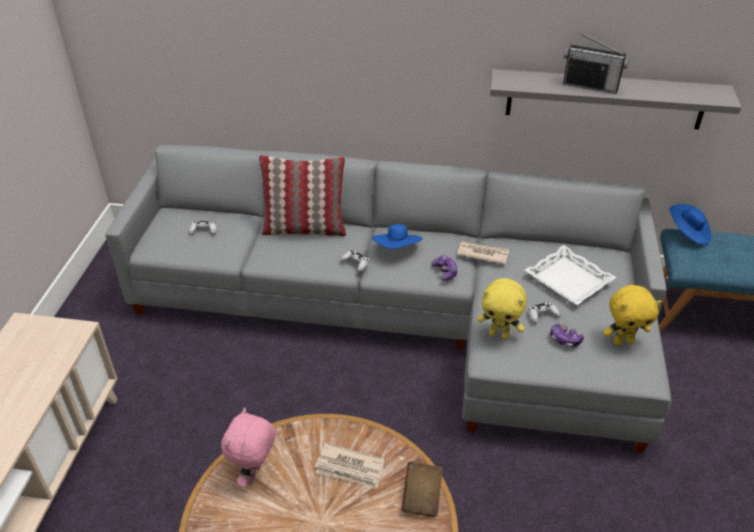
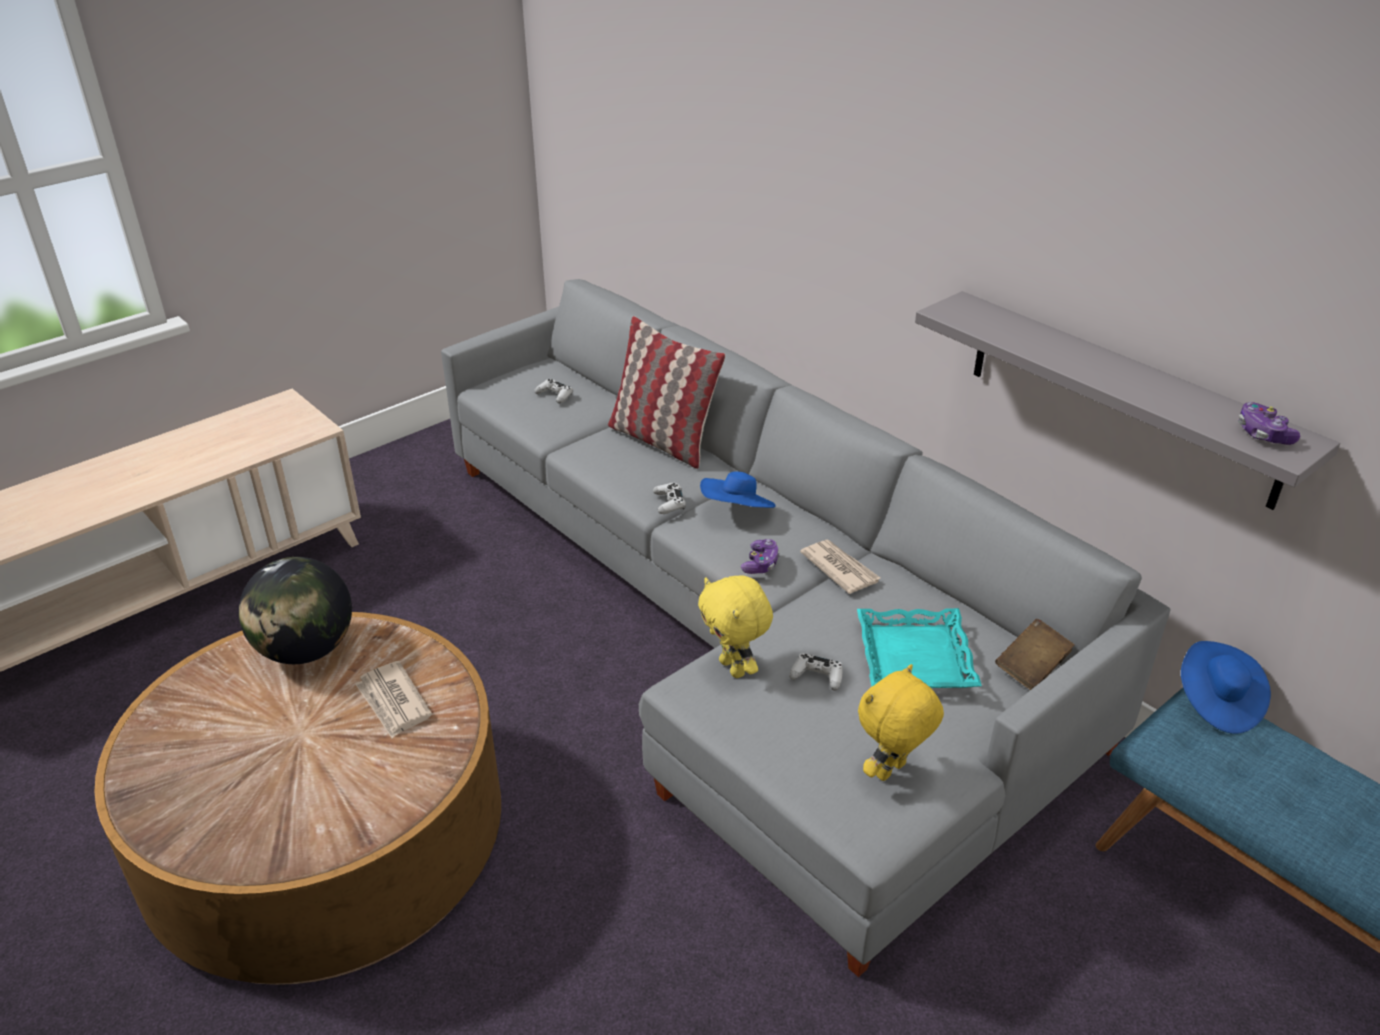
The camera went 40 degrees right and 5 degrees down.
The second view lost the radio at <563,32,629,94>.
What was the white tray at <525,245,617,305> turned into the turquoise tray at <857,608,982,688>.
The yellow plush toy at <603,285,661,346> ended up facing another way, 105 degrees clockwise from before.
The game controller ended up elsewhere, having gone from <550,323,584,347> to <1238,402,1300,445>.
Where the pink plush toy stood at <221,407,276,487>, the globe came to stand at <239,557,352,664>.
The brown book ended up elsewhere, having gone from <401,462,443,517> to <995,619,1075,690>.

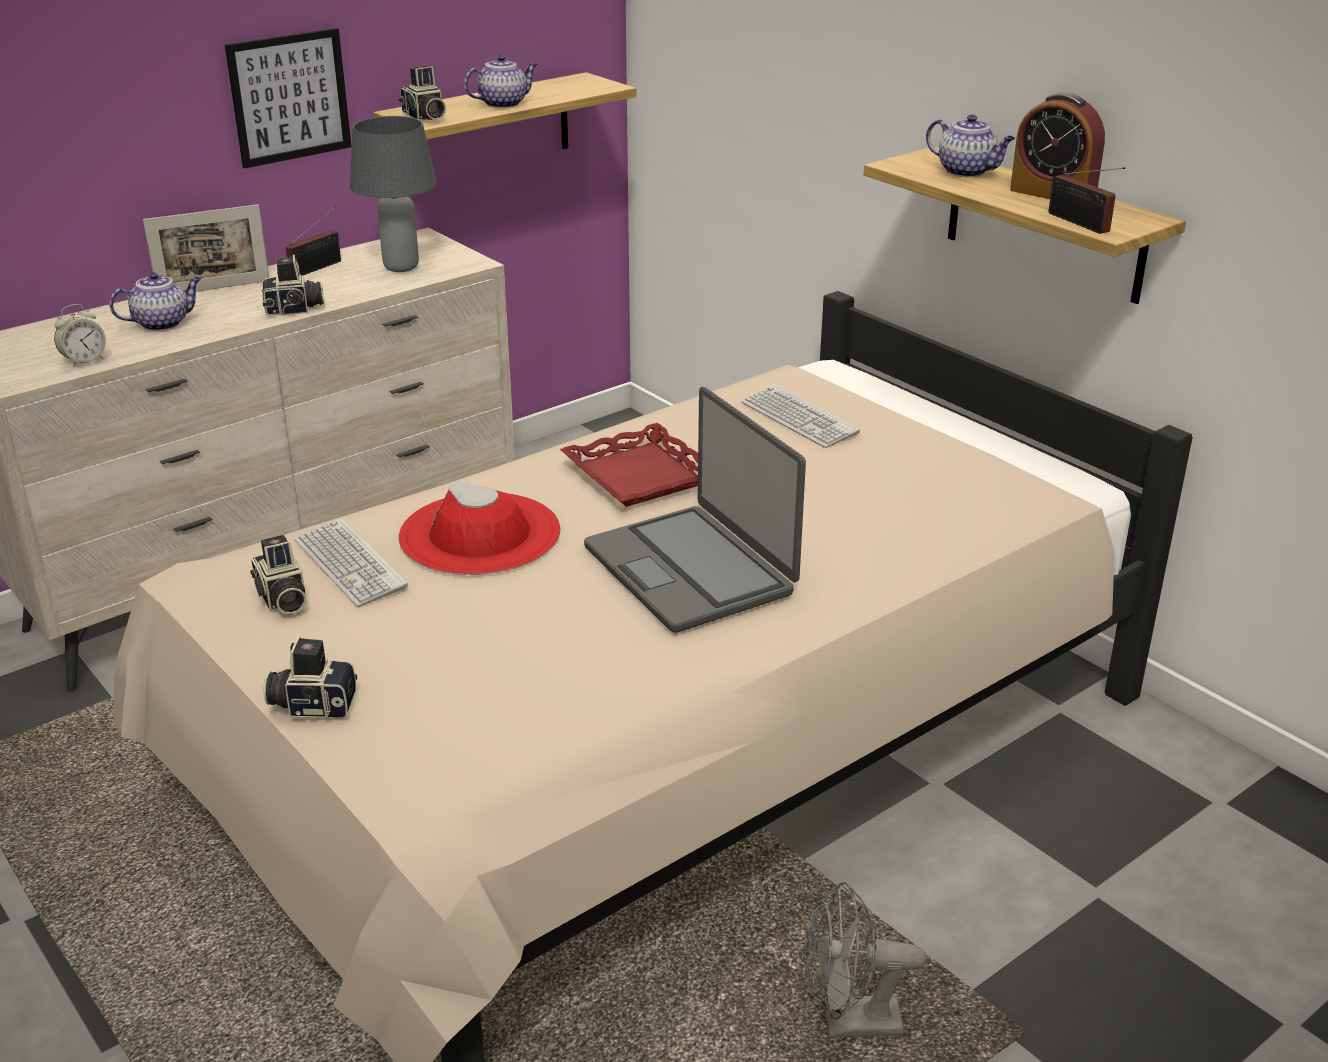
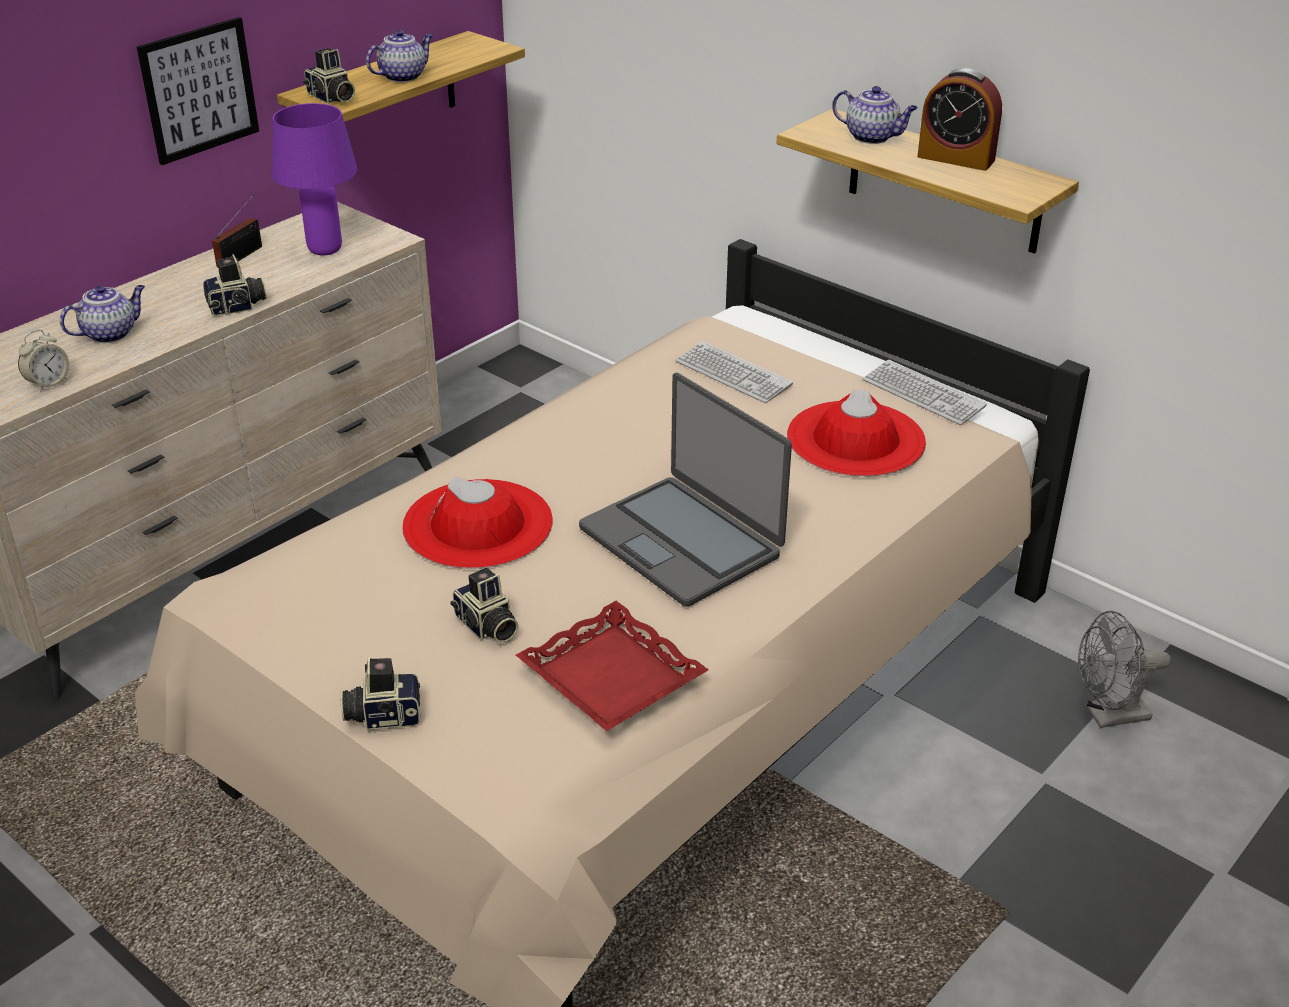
The camera went 10 degrees left and 5 degrees up.
What was the grey table lamp at <350,116,437,272> turned into the purple table lamp at <272,103,358,255>.
The second view lost the radio at <1048,167,1125,234>.
The second view lost the picture frame at <143,204,269,292>.
The red tray ended up elsewhere, having gone from <560,423,698,507> to <516,601,709,731>.
The keyboard ended up elsewhere, having gone from <294,519,408,607> to <863,360,987,425>.
The photo camera ended up elsewhere, having gone from <250,535,306,615> to <450,568,518,643>.
The grey fan ended up elsewhere, having gone from <804,882,926,1038> to <1078,611,1171,728>.
The second view gained the red hat at <787,390,926,477>.

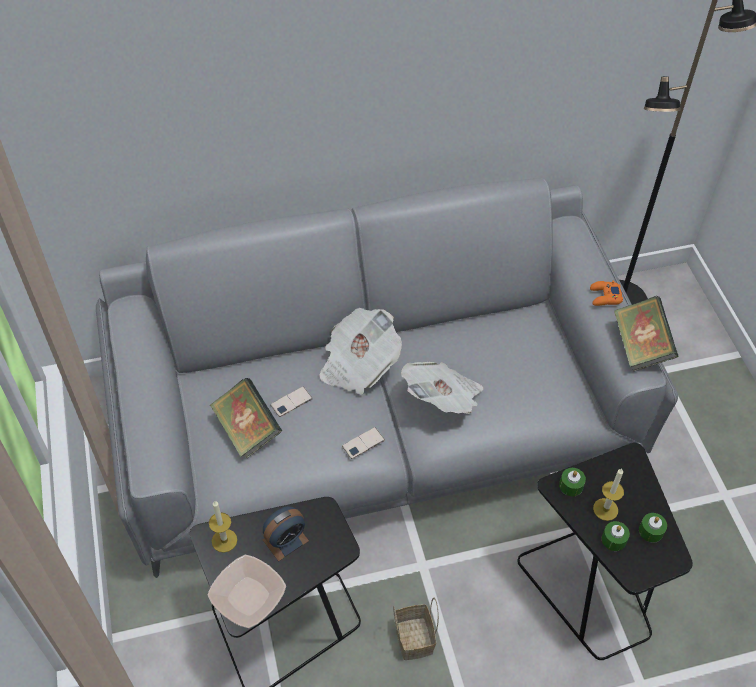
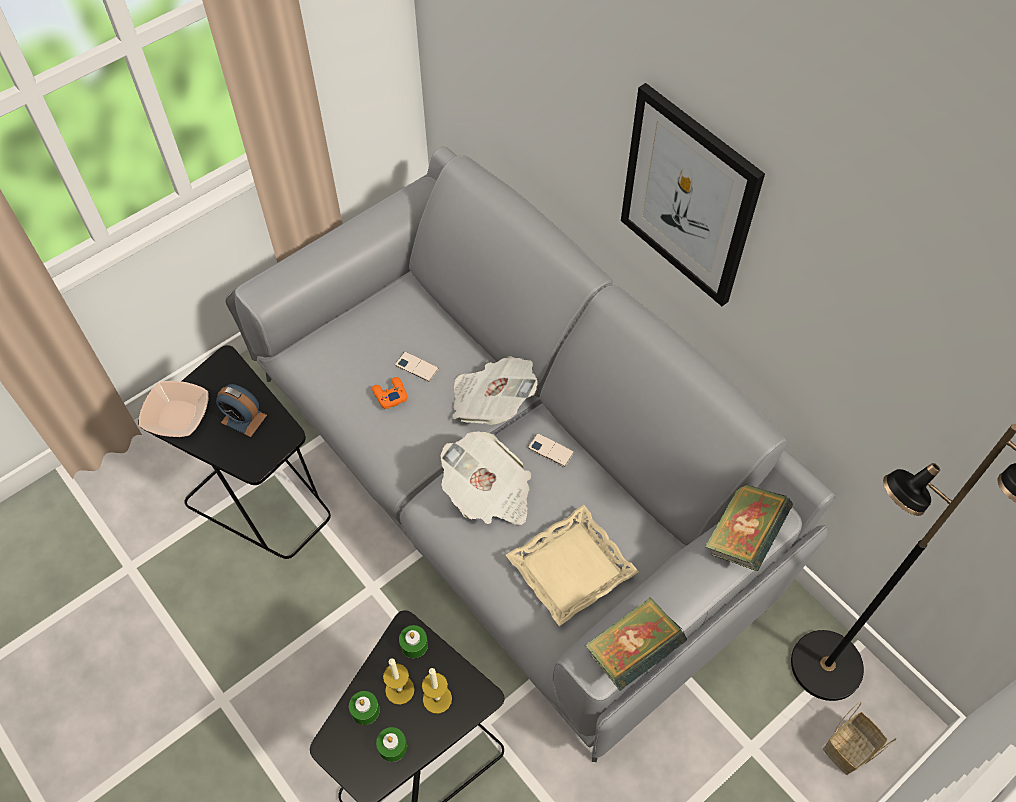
The camera went 65 degrees right and 5 degrees up.
The orange game controller ended up elsewhere, having gone from <590,281,623,306> to <372,377,408,409>.
The book ended up elsewhere, having gone from <210,378,282,458> to <705,485,793,571>.
The phone ended up elsewhere, having gone from <342,427,385,459> to <528,433,574,467>.
The candle ended up elsewhere, having gone from <209,501,237,553> to <422,668,452,714>.
The basket ended up elsewhere, having gone from <393,598,439,660> to <823,702,896,775>.
The second view gained the picture at <621,83,765,306>.
The second view gained the beige tray at <506,505,639,626>.

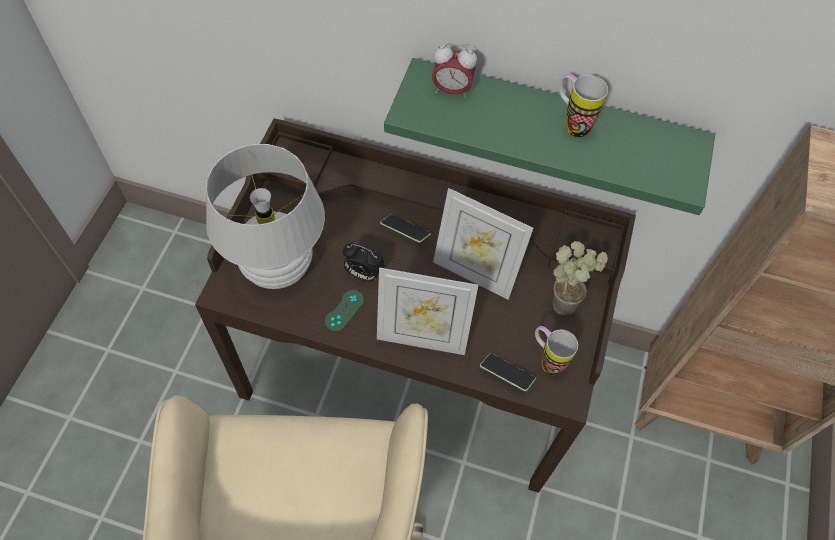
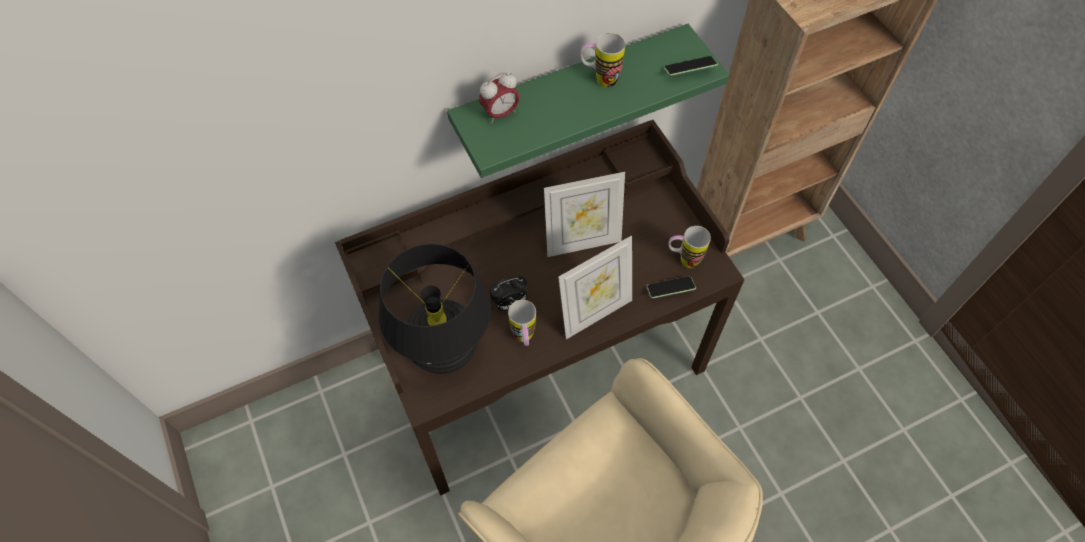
The camera went 40 degrees left and 0 degrees up.
What was the white table lamp at <206,144,325,289> turned into the black table lamp at <379,243,491,374>.
The phone ended up elsewhere, having gone from <380,214,431,242> to <664,56,718,76>.
The second view lost the potted plant at <553,241,608,315>.
Where the green game controller stood at <325,290,364,331>, the mug came to stand at <508,300,536,346>.

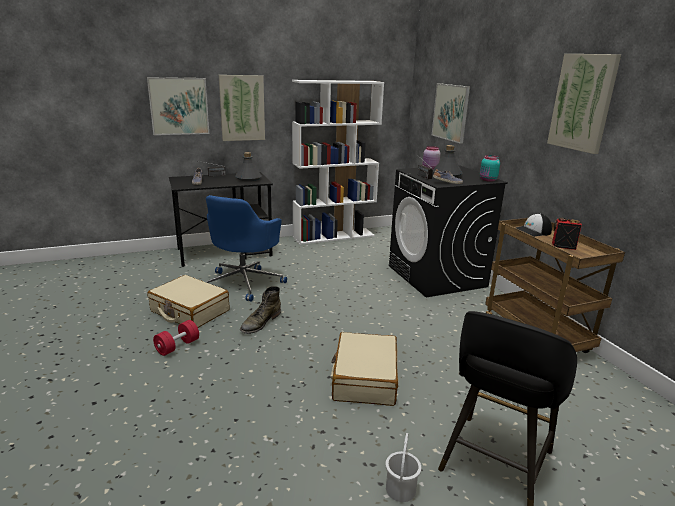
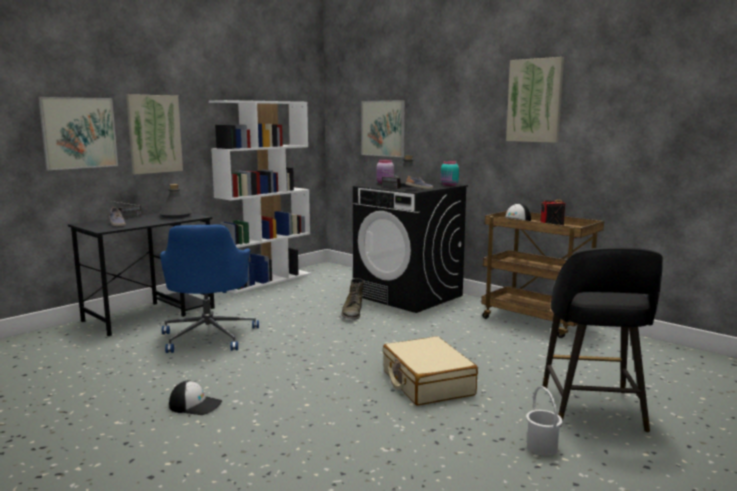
The camera went 25 degrees left and 10 degrees down.
The second view lost the beige suitcase at <147,275,229,328>.
The green boot ended up elsewhere, having gone from <240,286,281,334> to <341,278,364,320>.
Where the red dumbbell stood at <153,320,199,356>, the cap came to stand at <169,380,222,415>.

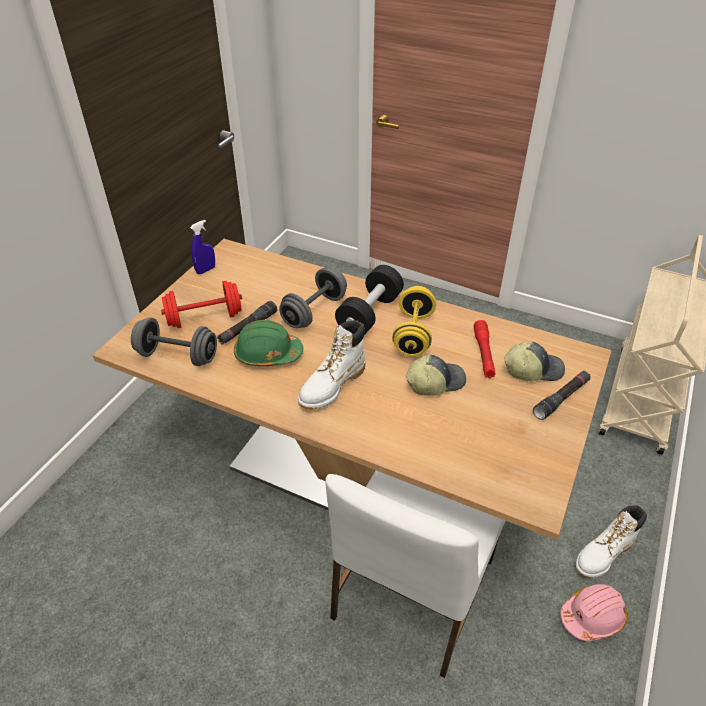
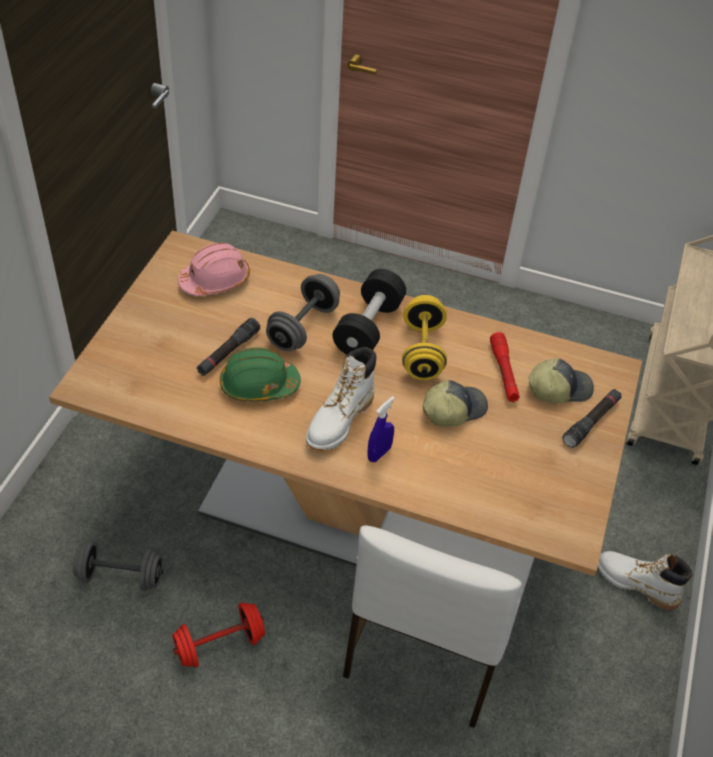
The camera went 10 degrees left and 5 degrees up.
The blue spray bottle ended up elsewhere, having gone from <190,220,215,274> to <367,396,395,462>.
The red dumbbell ended up elsewhere, having gone from <161,281,242,328> to <172,602,265,668>.
The grey dumbbell ended up elsewhere, having gone from <131,317,217,366> to <73,541,163,591>.
The white boot at <575,506,647,578> ended up facing another way, 75 degrees clockwise from before.
The pink hard hat ended up elsewhere, having gone from <560,584,628,641> to <178,243,250,296>.

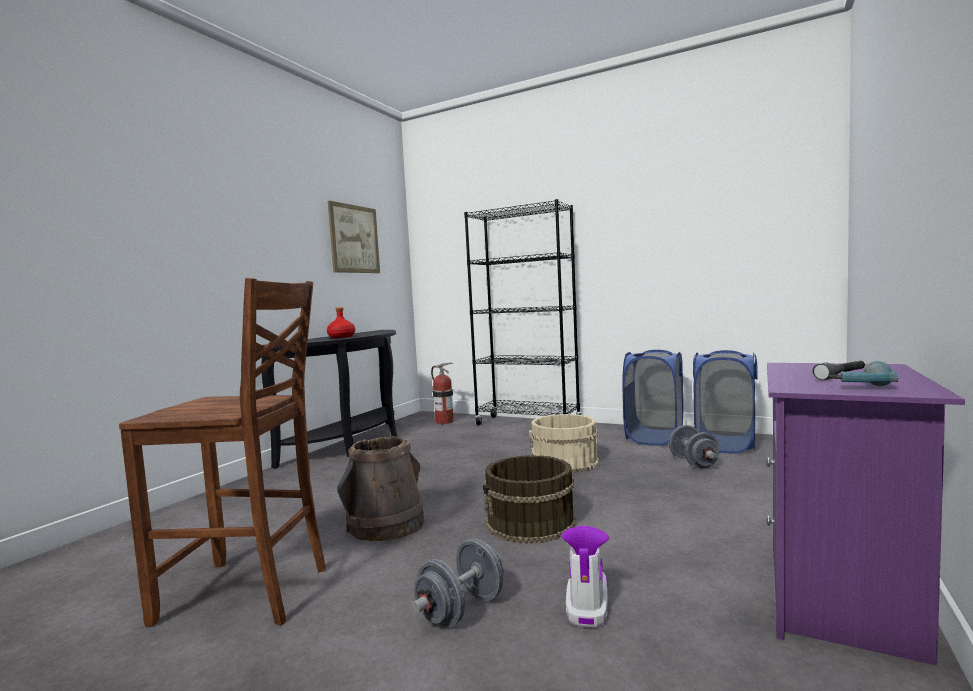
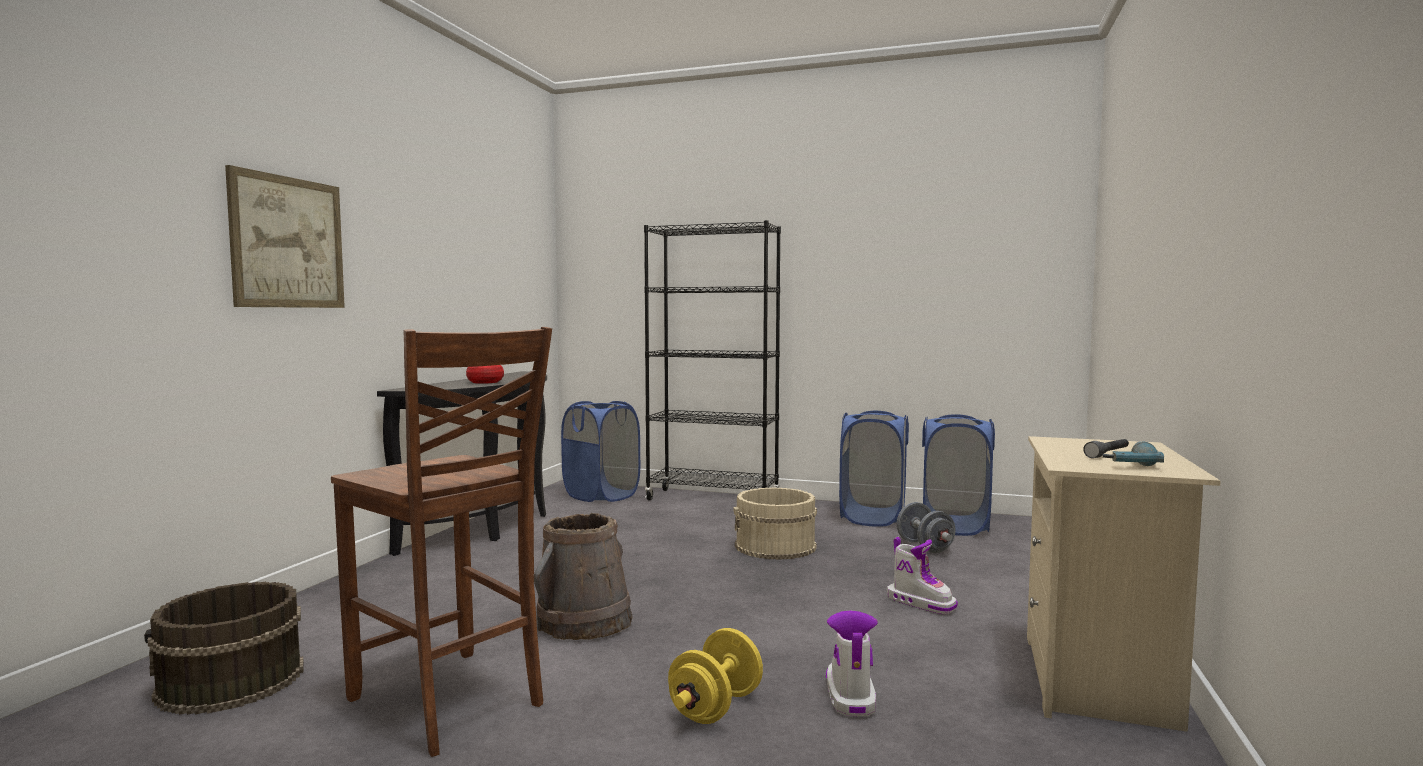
The camera went 10 degrees left and 0 degrees up.
The picture ended up elsewhere, having gone from <328,201,380,273> to <225,165,345,308>.
The brown chair at <119,278,326,627> ended up facing another way, 45 degrees clockwise from before.
Where the fire extinguisher stood at <431,363,454,424>, the blue laundry basket came to stand at <561,401,640,502>.
What was the purple nightstand at <767,363,965,665> turned into the beige nightstand at <1027,436,1221,732>.
The brown bucket ended up elsewhere, having gone from <483,455,576,544> to <144,581,304,715>.
What was the grey dumbbell at <412,538,504,627> turned into the yellow dumbbell at <668,628,763,724>.
The second view gained the boot at <887,537,958,614>.

